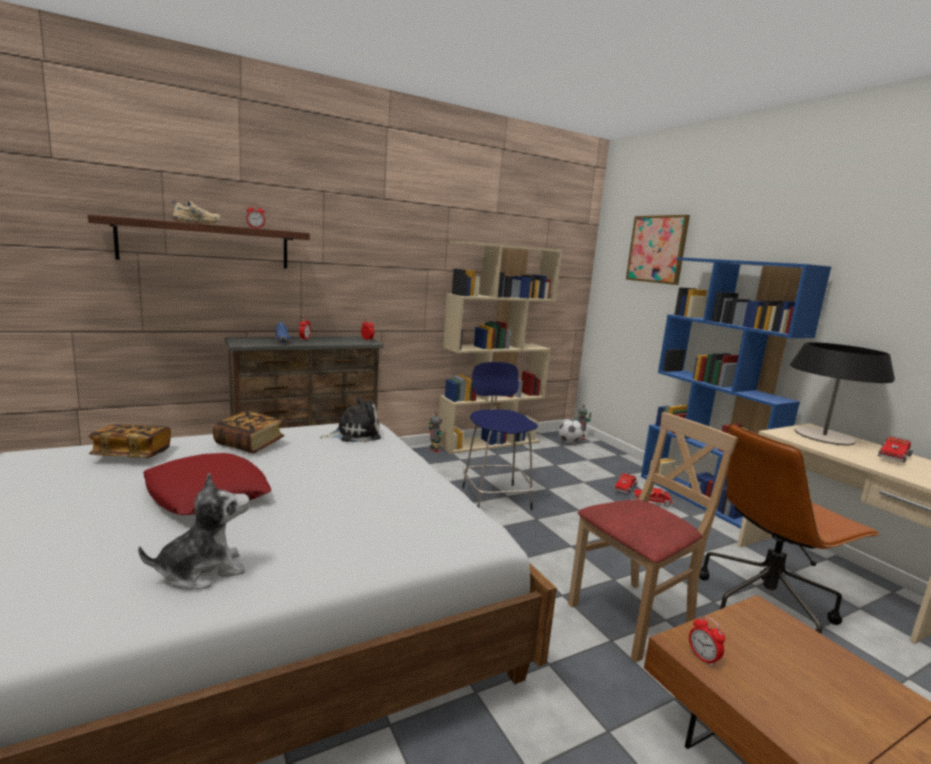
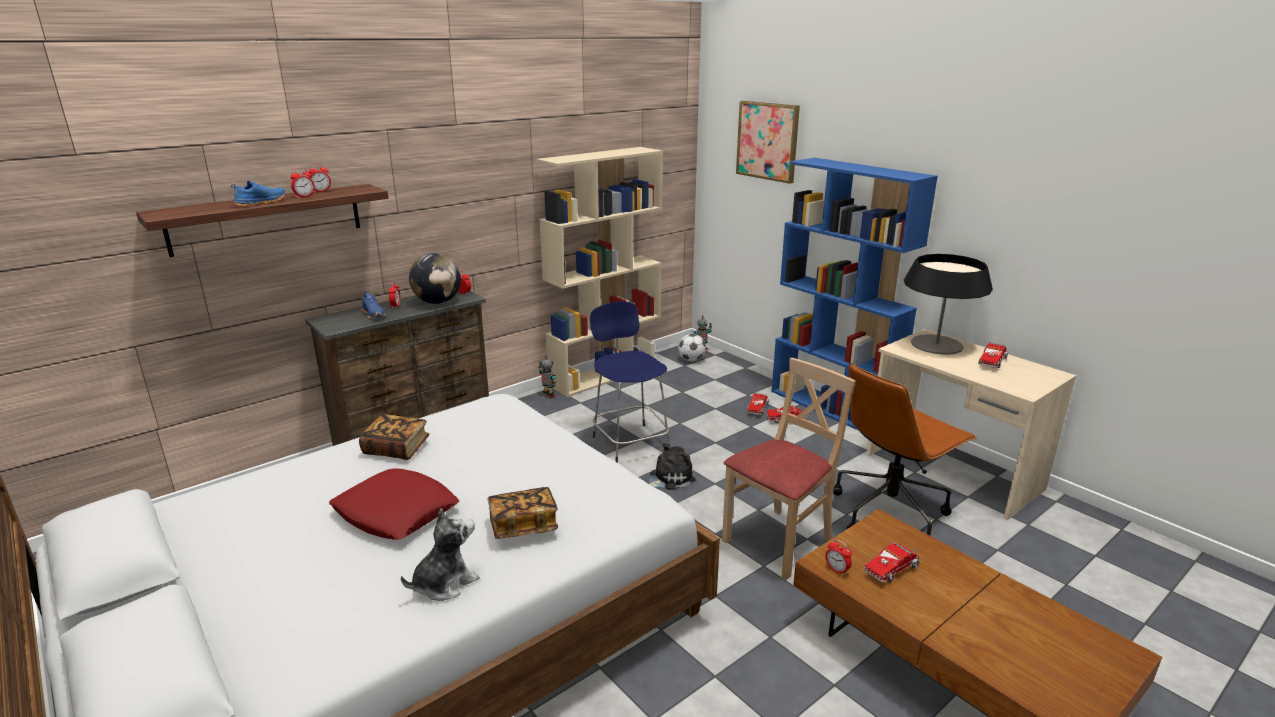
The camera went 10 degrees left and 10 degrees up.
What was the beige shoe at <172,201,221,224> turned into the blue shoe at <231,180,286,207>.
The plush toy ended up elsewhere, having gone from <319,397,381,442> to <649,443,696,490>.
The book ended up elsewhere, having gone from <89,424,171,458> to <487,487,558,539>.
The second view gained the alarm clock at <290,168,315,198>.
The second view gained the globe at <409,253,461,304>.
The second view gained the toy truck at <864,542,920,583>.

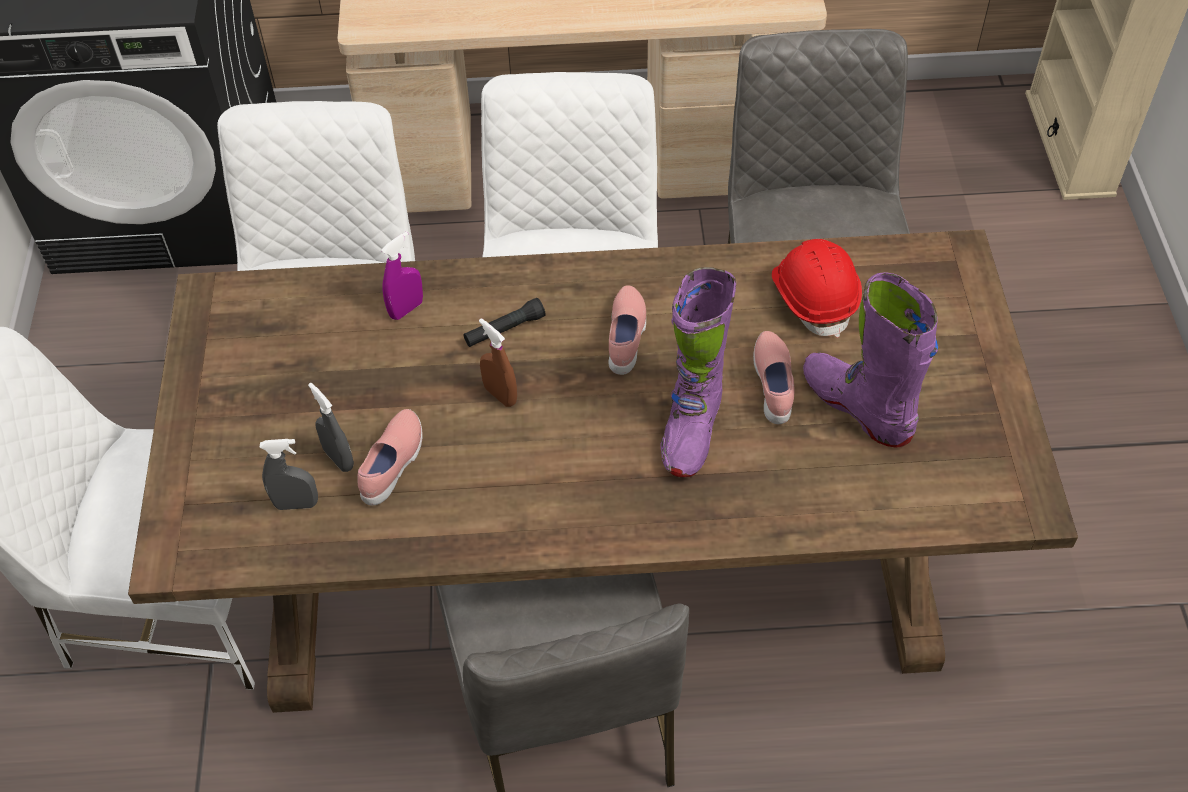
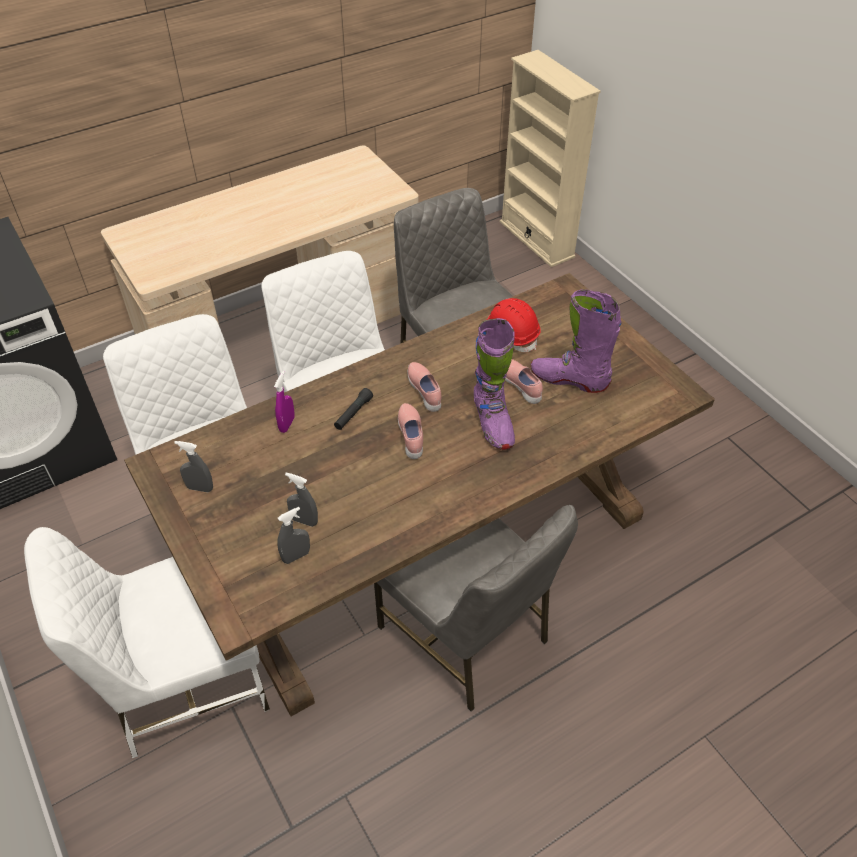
The camera went 30 degrees left and 5 degrees down.
The second view lost the brown spray bottle at <479,318,517,407>.
The pink shoe ended up elsewhere, having gone from <357,409,423,505> to <398,403,423,459>.
The second view gained the grey spray bottle at <174,441,213,492>.

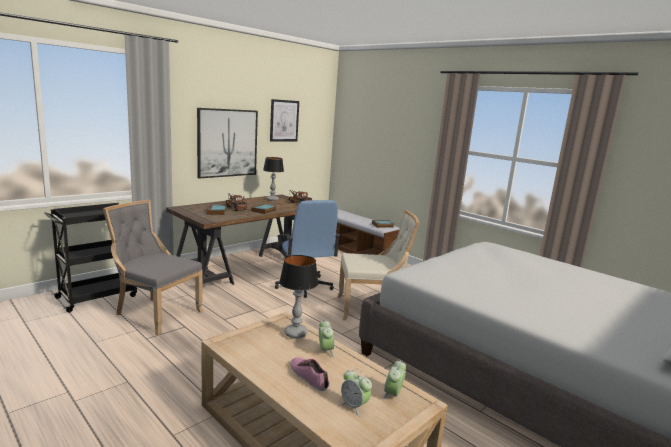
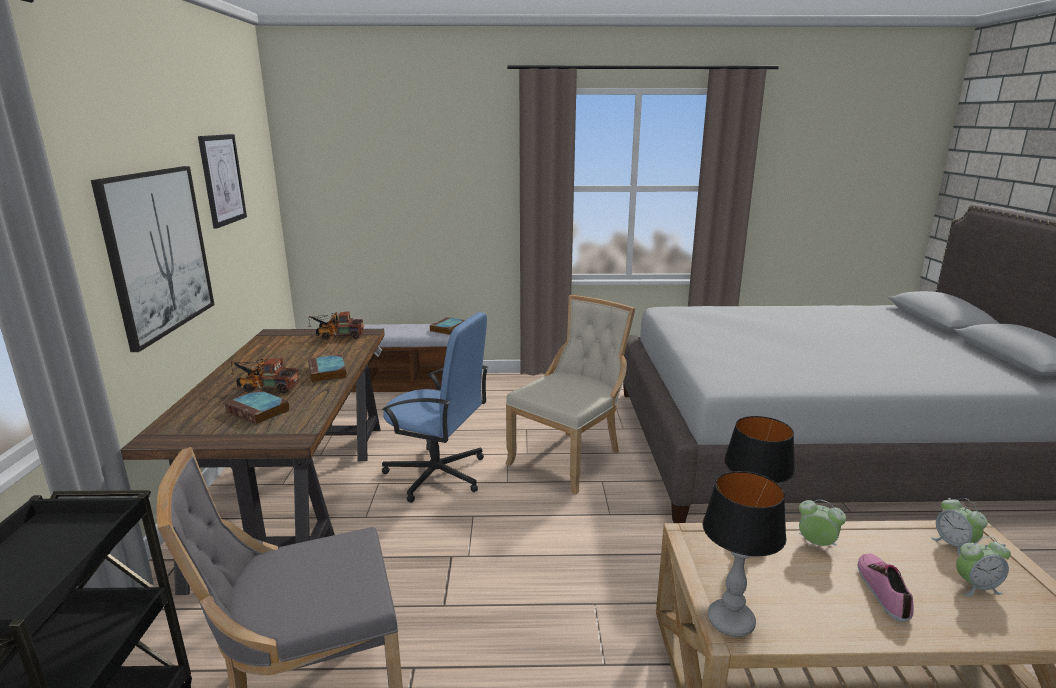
The camera went 45 degrees left and 5 degrees up.
The table lamp ended up elsewhere, having gone from <263,157,284,201> to <702,471,787,637>.
The shoe at <291,357,329,391> ended up facing another way, 90 degrees clockwise from before.

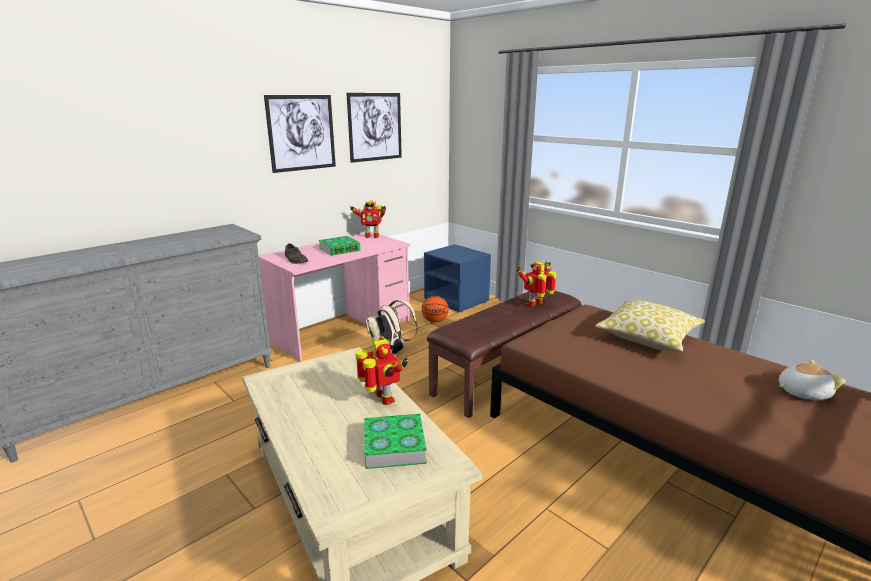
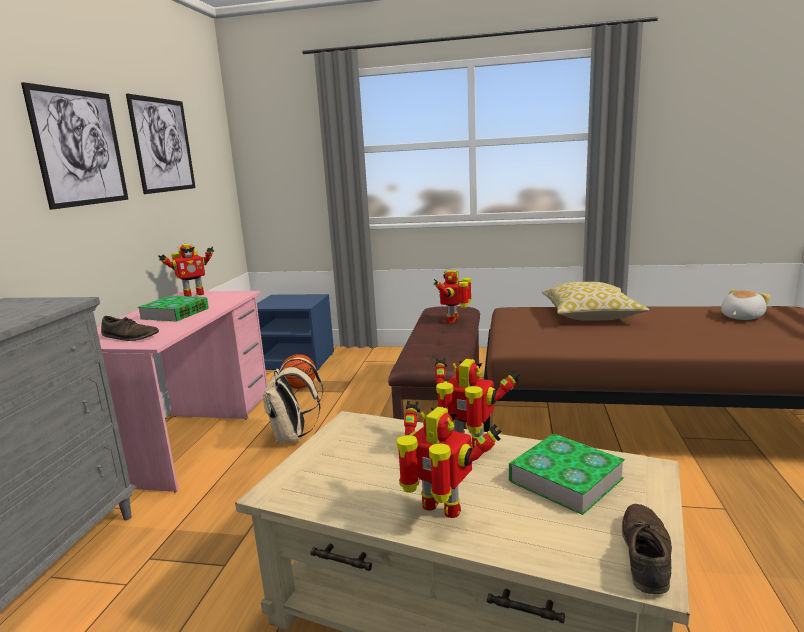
The camera went 35 degrees left and 5 degrees down.
The second view gained the toy robot at <397,401,502,518>.
The second view gained the brown shoe at <622,504,672,594>.

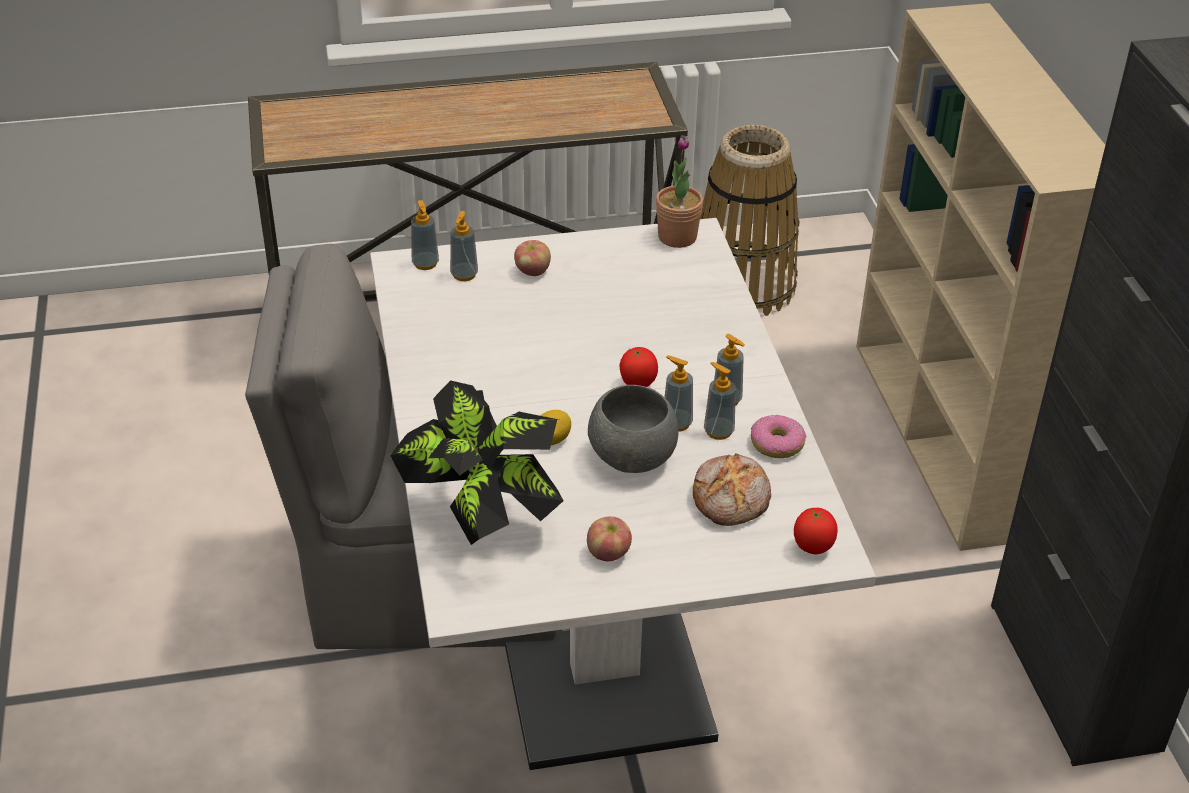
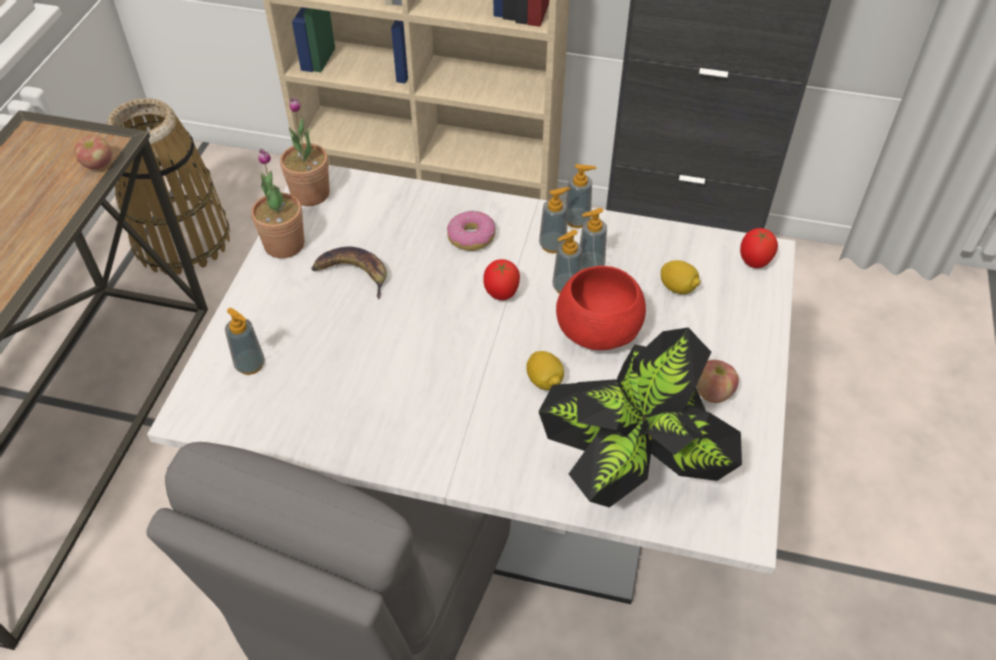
The camera went 65 degrees left and 10 degrees up.
The soap dispenser ended up elsewhere, having gone from <411,200,439,270> to <566,164,597,228>.
The apple ended up elsewhere, having gone from <514,240,551,276> to <74,135,112,169>.
What was the grey bowl at <588,385,678,473> turned into the red bowl at <556,266,646,350>.
The donut ended up elsewhere, having gone from <751,414,806,458> to <447,211,495,251>.
Where the bread stood at <693,453,771,526>, the lemon came to stand at <661,260,701,294>.
The second view gained the potted plant at <251,148,304,258>.
The second view gained the banana at <311,247,387,299>.

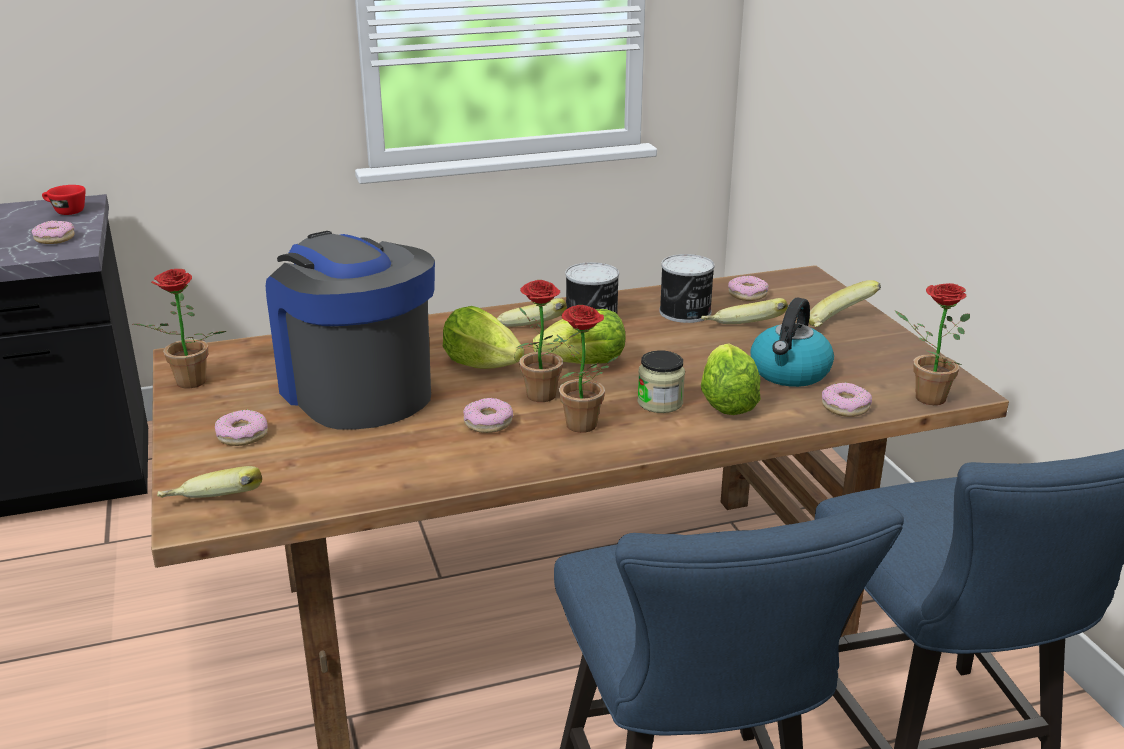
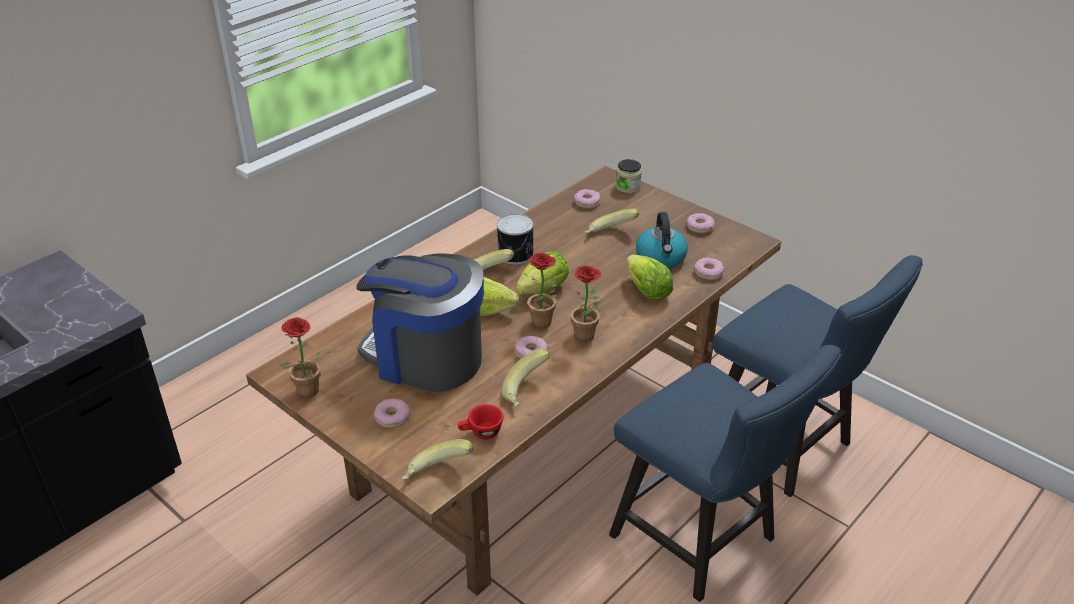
The camera went 30 degrees left and 10 degrees up.
The red cup ended up elsewhere, having gone from <42,185,86,215> to <458,404,503,440>.
The donut ended up elsewhere, having gone from <32,221,75,244> to <687,213,715,234>.
The second view lost the can at <659,254,715,323>.
The banana ended up elsewhere, having gone from <809,280,881,327> to <501,349,550,408>.
The second view lost the potted plant at <895,283,970,405>.
The jar ended up elsewhere, having gone from <637,350,685,413> to <616,159,642,194>.

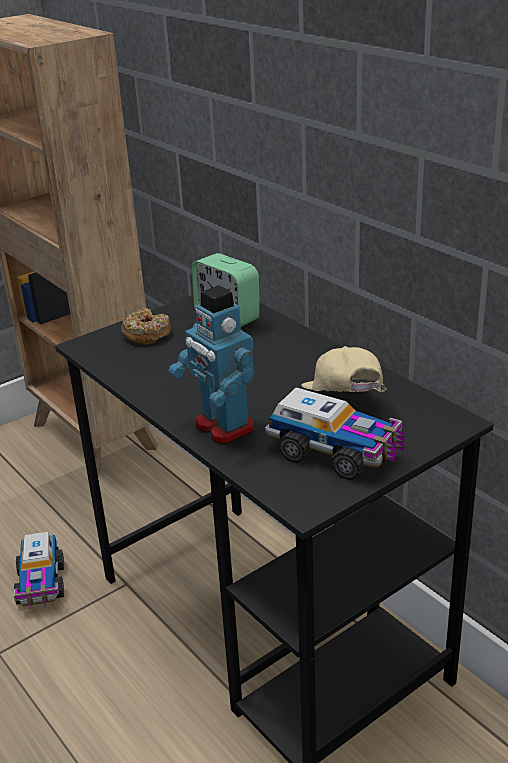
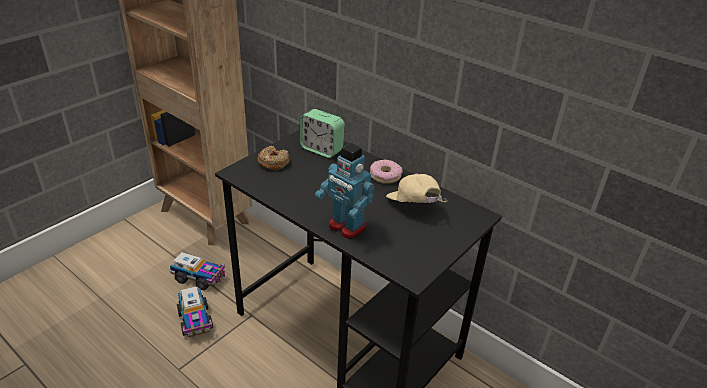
The camera went 15 degrees left and 5 degrees up.
The toy truck ended up elsewhere, having gone from <265,387,405,481> to <169,252,225,291>.
The second view gained the donut at <370,160,403,184>.

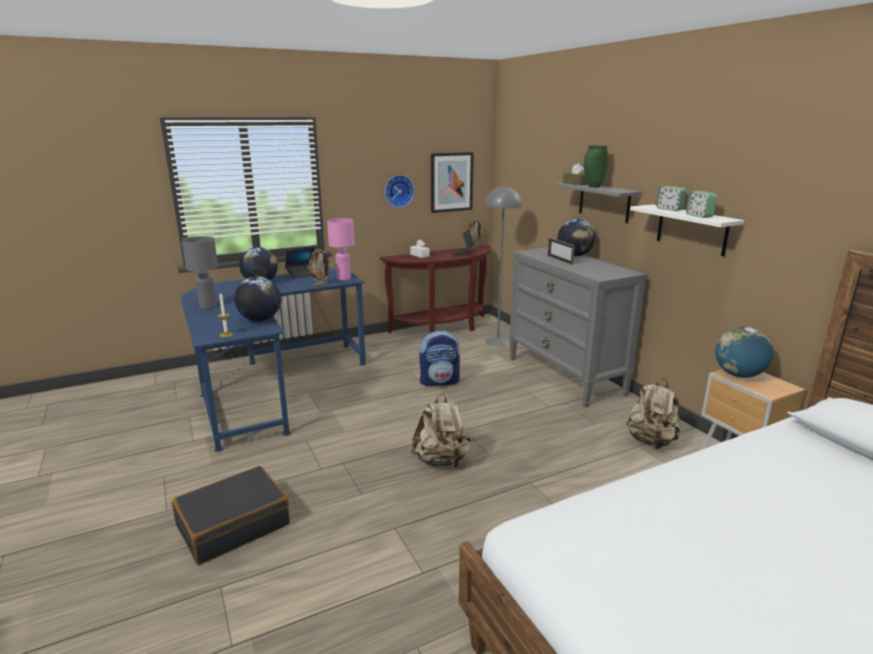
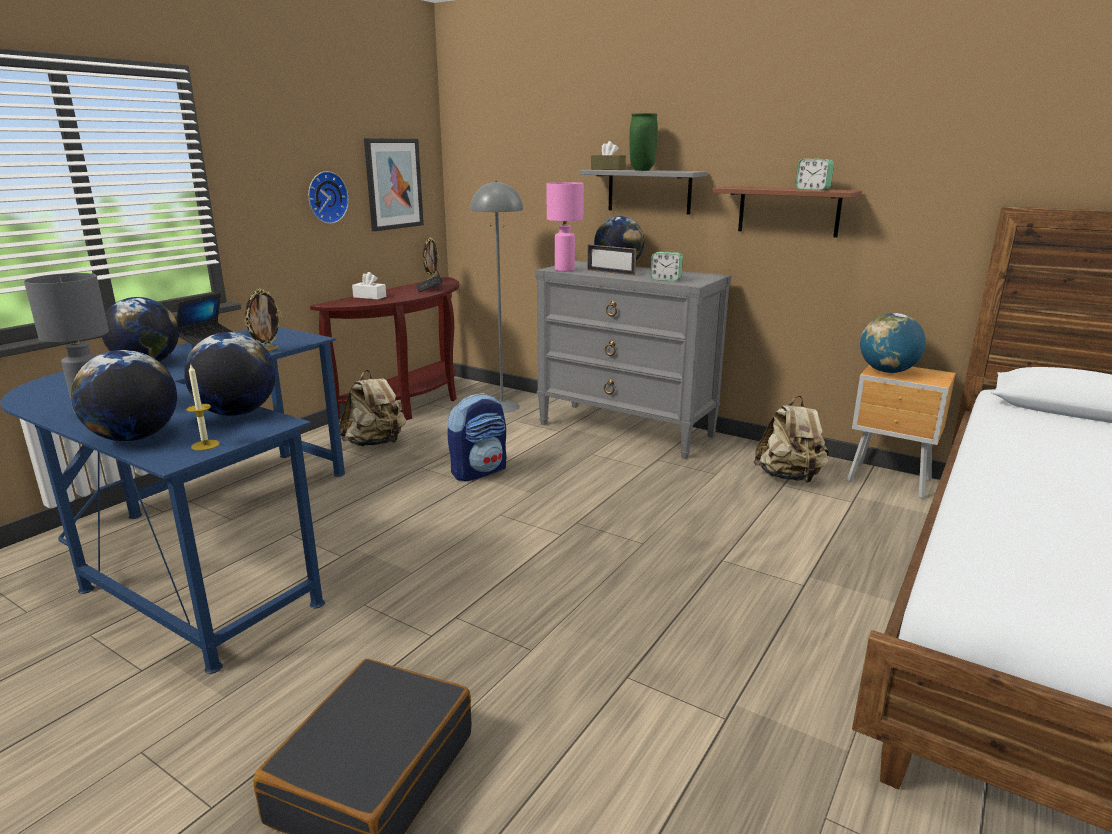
The camera went 30 degrees left and 0 degrees up.
The alarm clock ended up elsewhere, having gone from <656,186,687,211> to <650,252,683,281>.
What was the white shelf at <630,204,745,256> turned into the brown shelf at <713,186,862,238>.
The pink table lamp ended up elsewhere, having gone from <327,218,355,281> to <547,182,584,272>.
The beige backpack ended up elsewhere, having gone from <411,394,471,468> to <339,370,406,447>.
The second view gained the globe at <71,350,177,441>.

